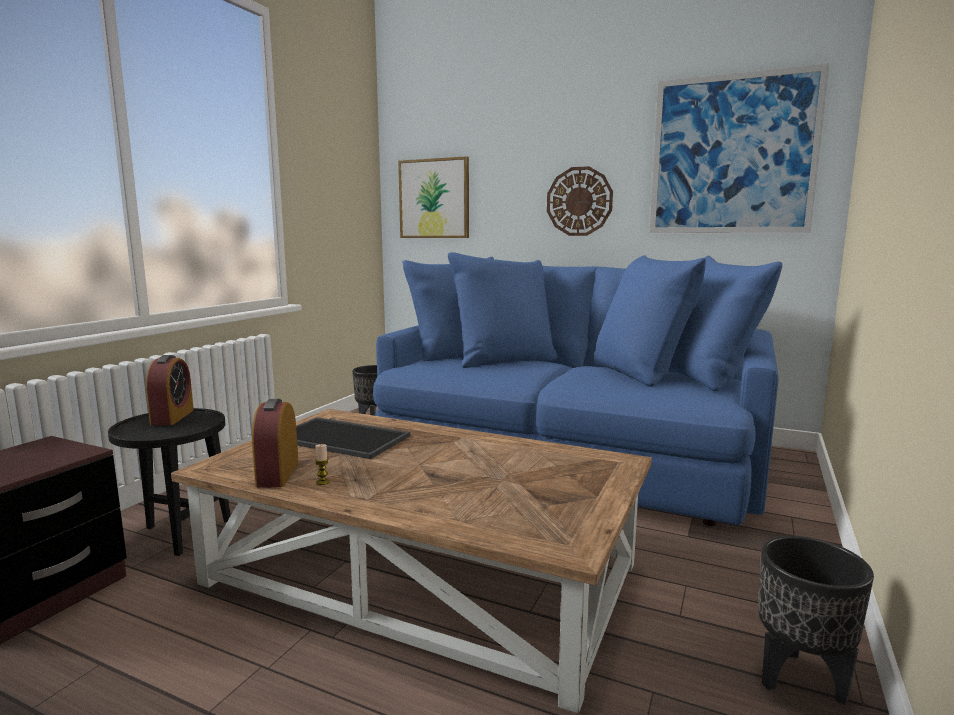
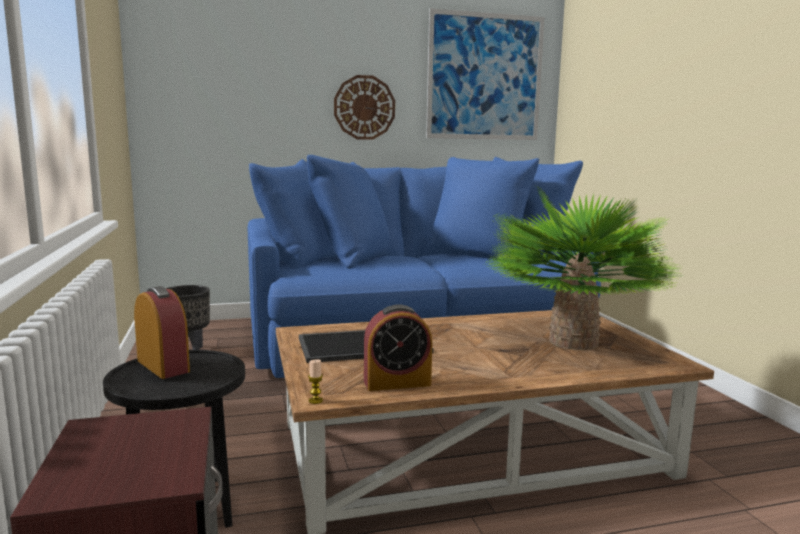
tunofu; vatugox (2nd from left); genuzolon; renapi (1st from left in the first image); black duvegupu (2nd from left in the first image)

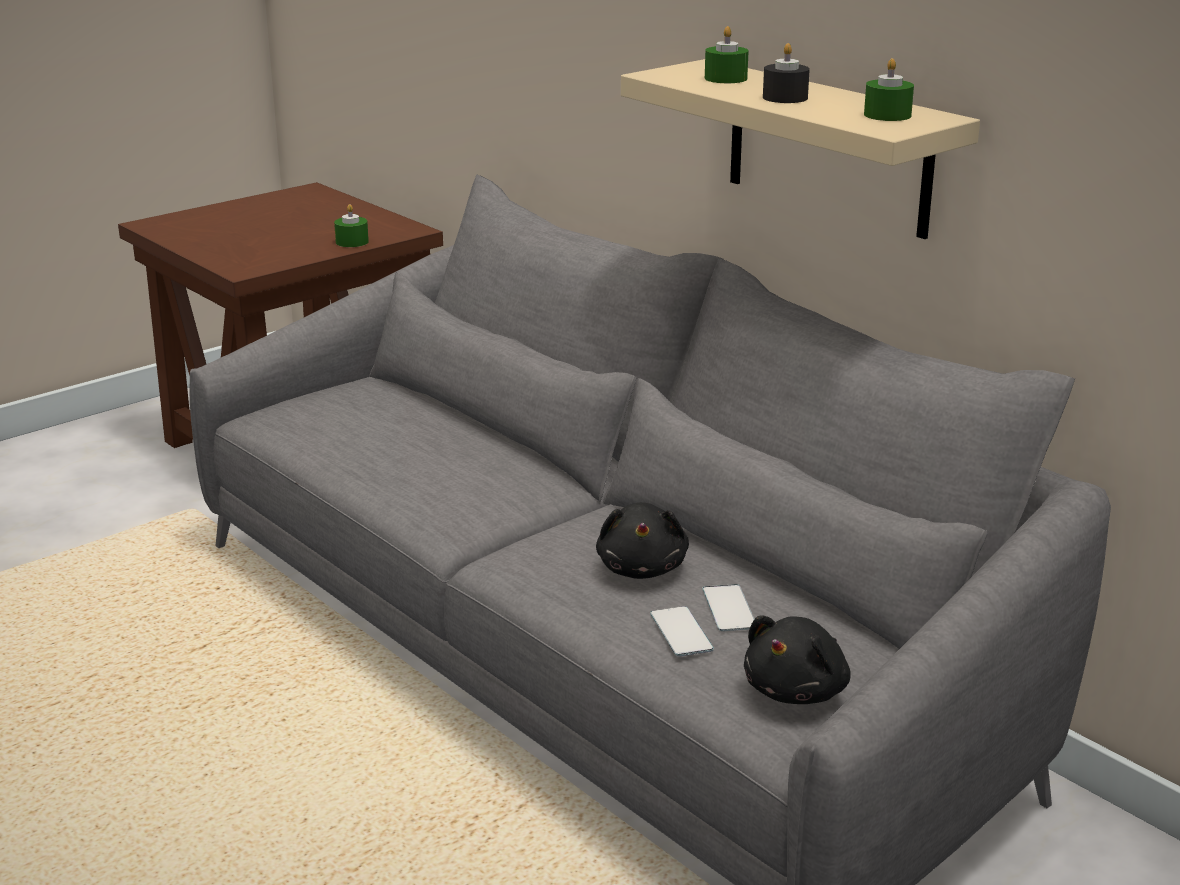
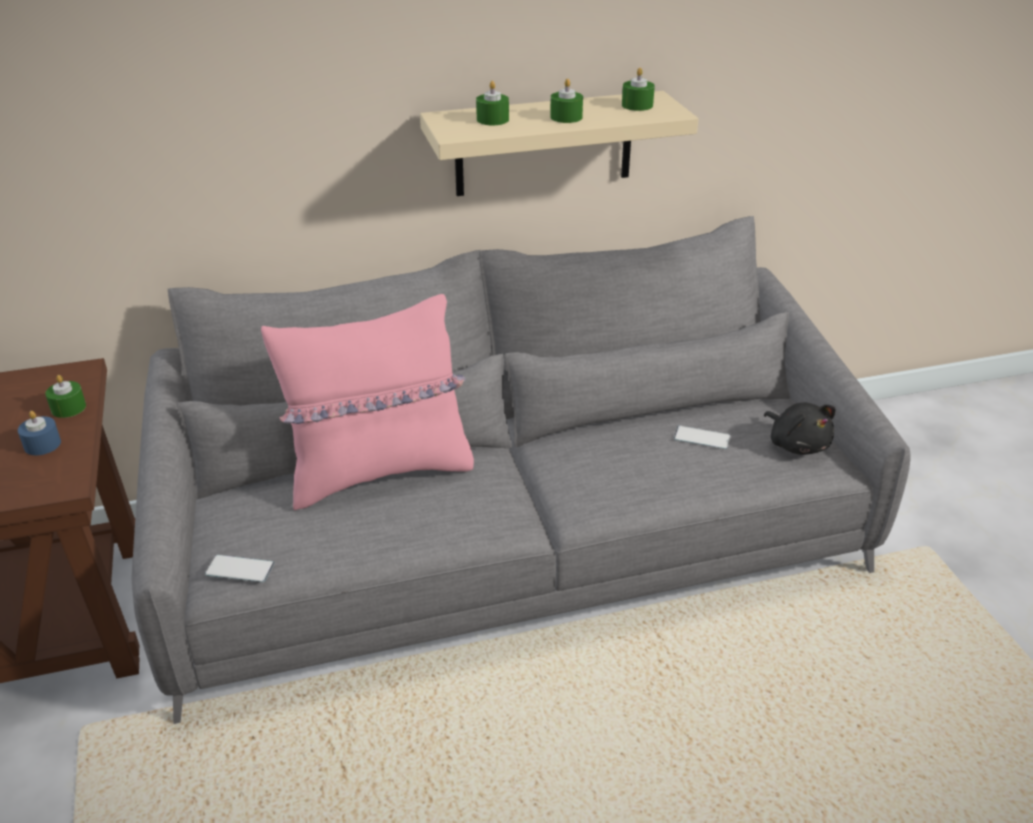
blue tunofu; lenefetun (1st from left); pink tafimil; green tunofu (3rd from left); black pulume (1st from left in the first image)

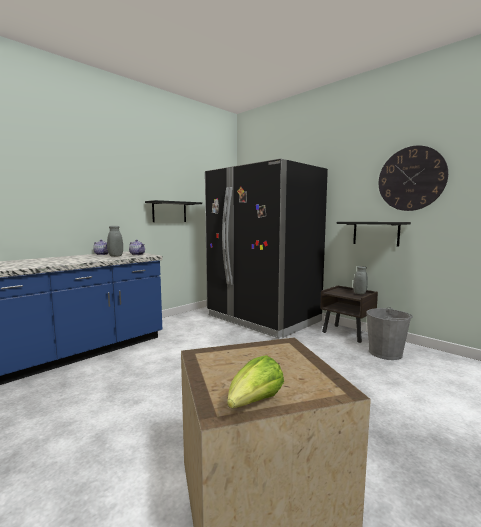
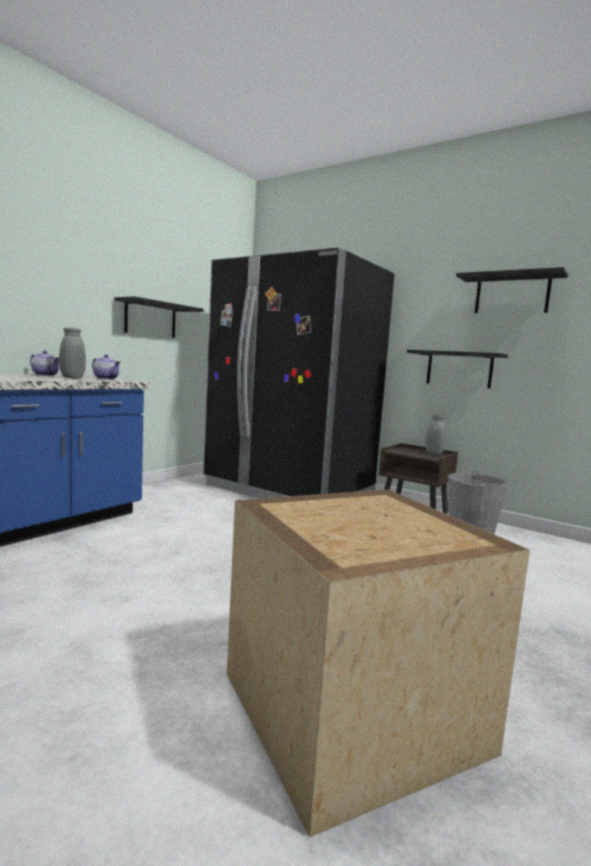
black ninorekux (3rd from left); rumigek

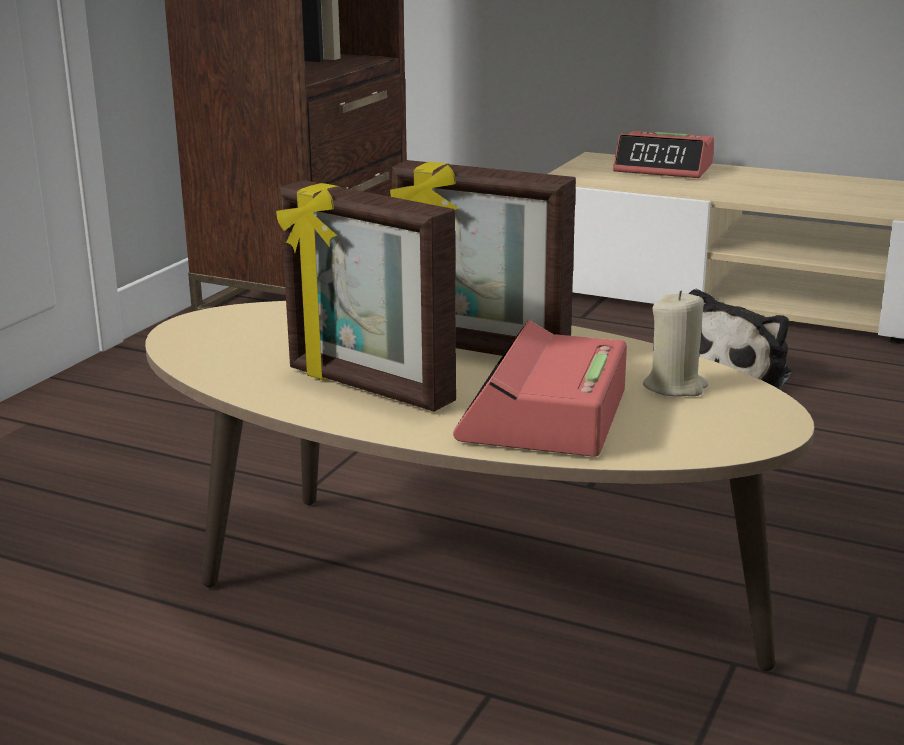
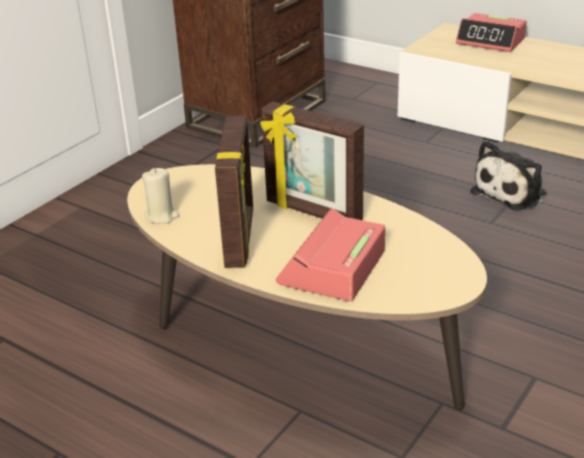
beige tunofu; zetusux (1st from left)

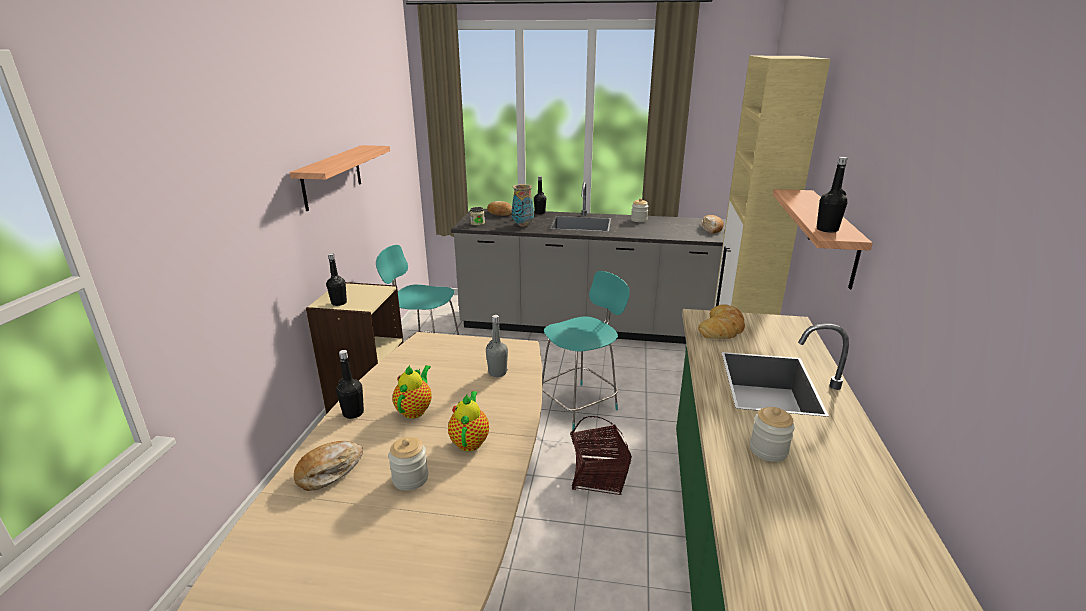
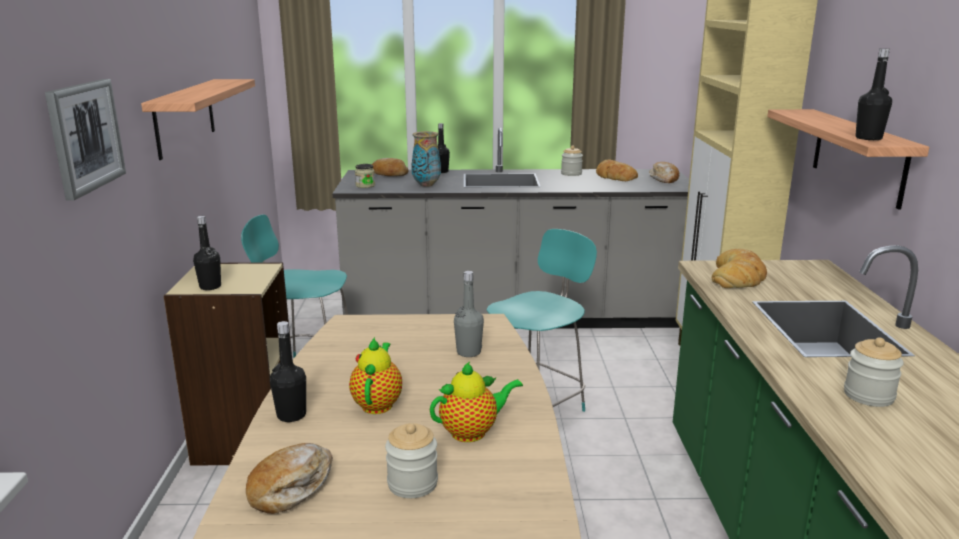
renapi; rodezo (2nd from left); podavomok (3rd from left); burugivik

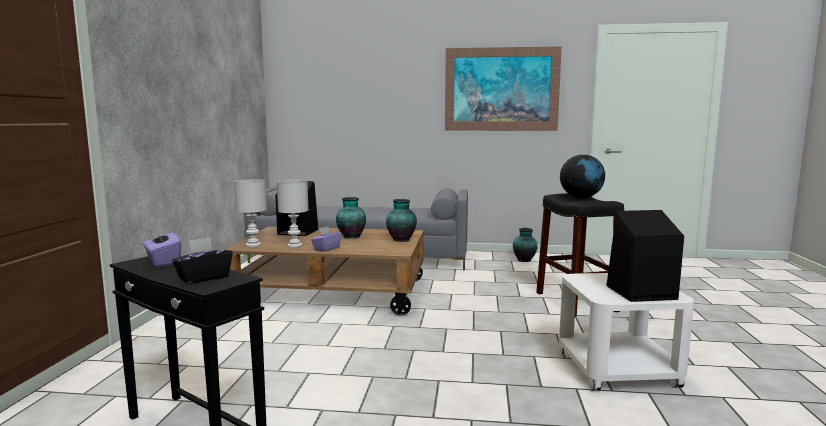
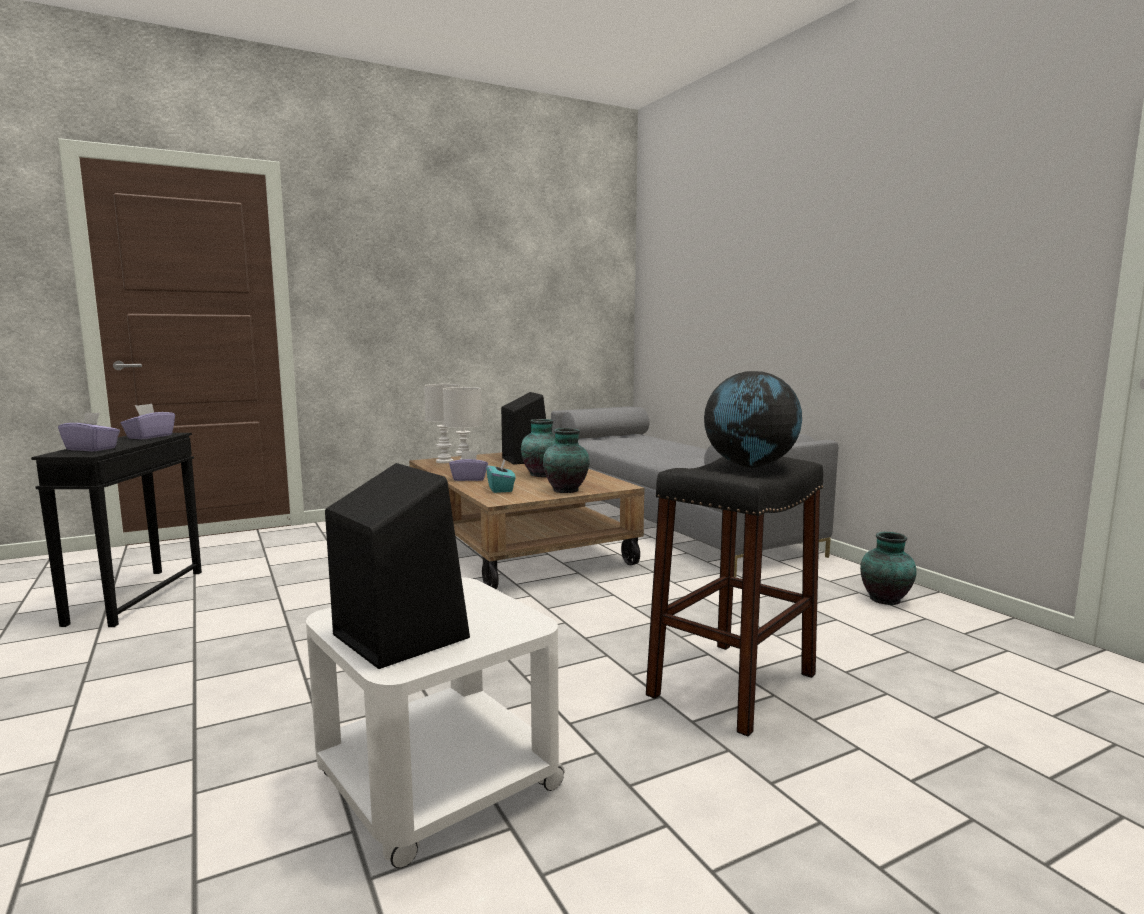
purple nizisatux (1st from left); turquoise nizisatux; renapi

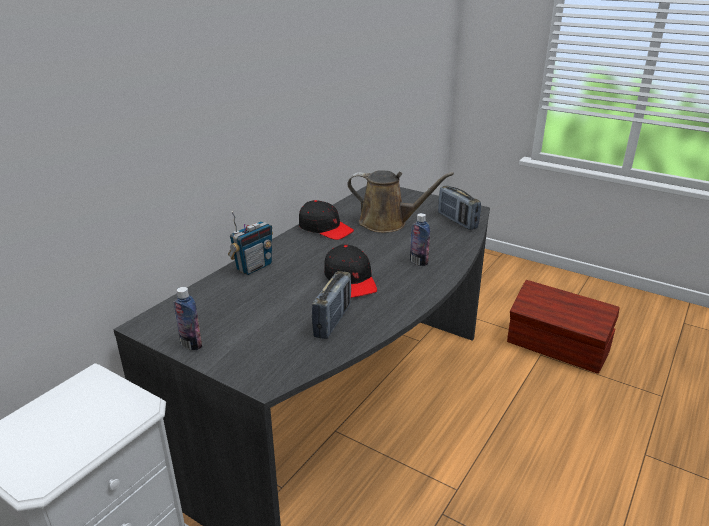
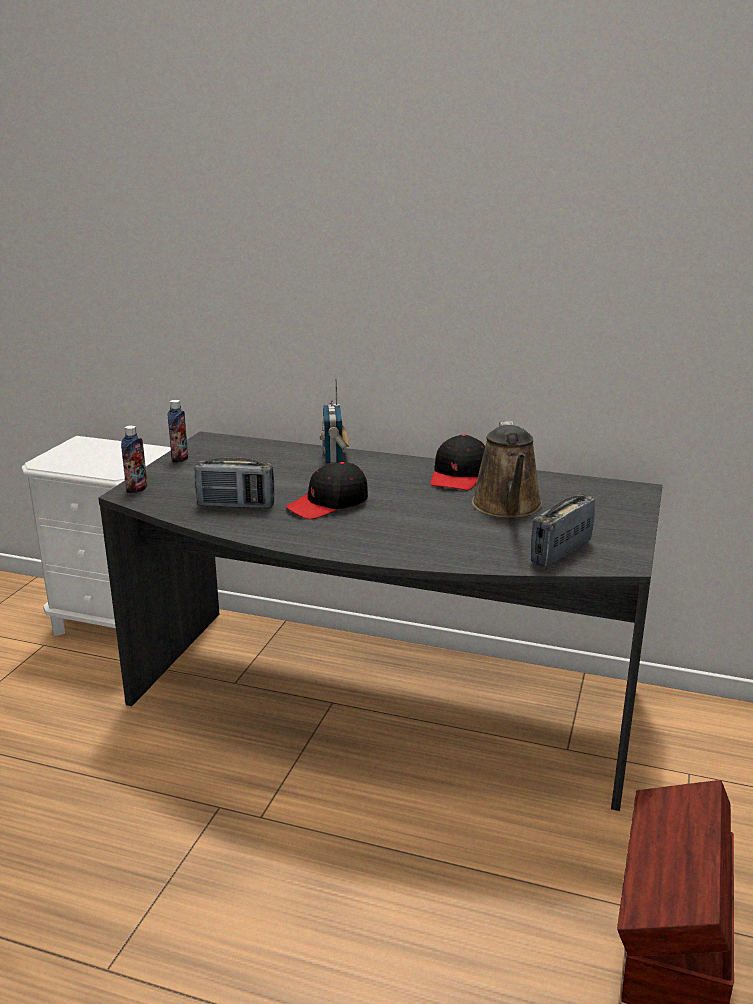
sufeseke (1st from left); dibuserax (2nd from left)

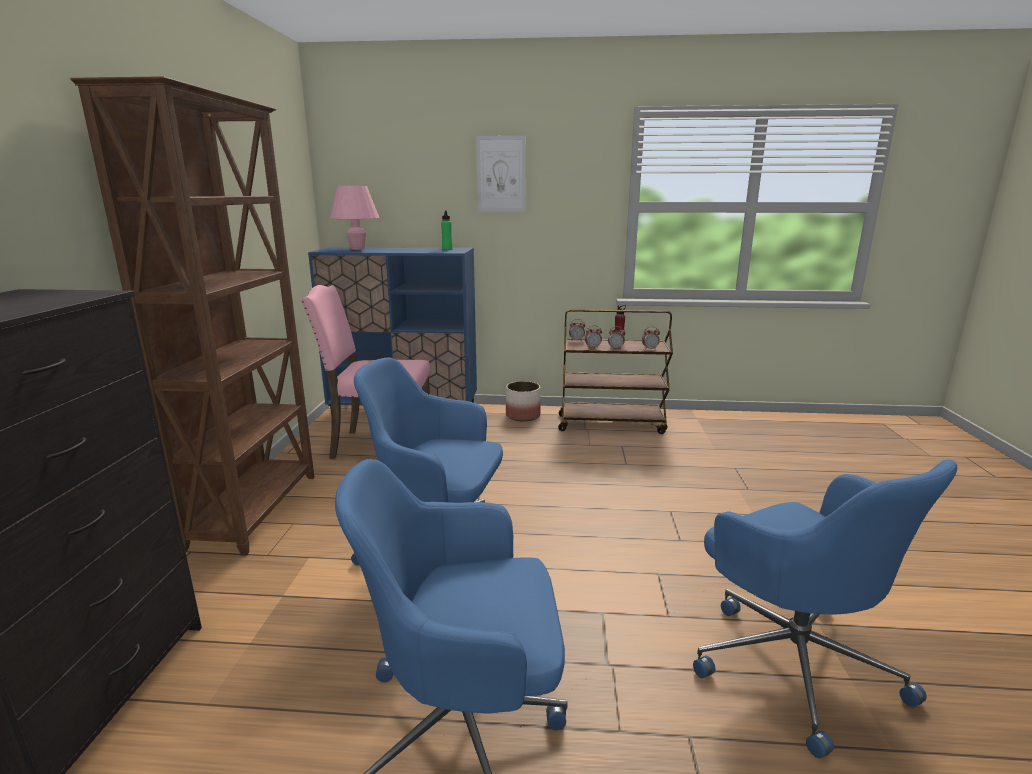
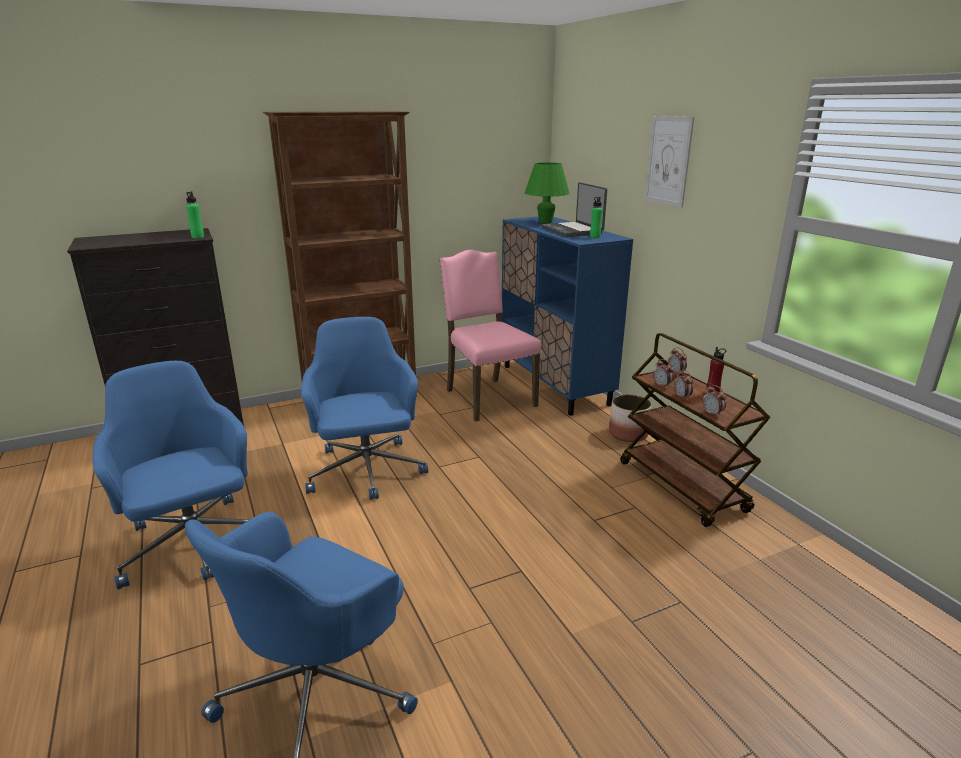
green sufeseke (1st from left); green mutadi; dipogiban

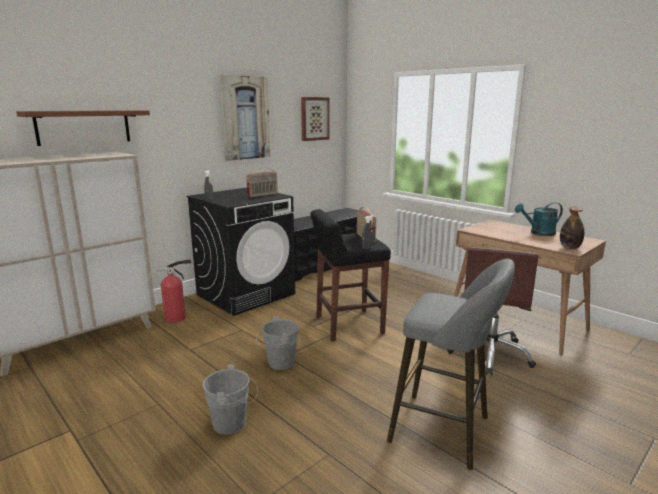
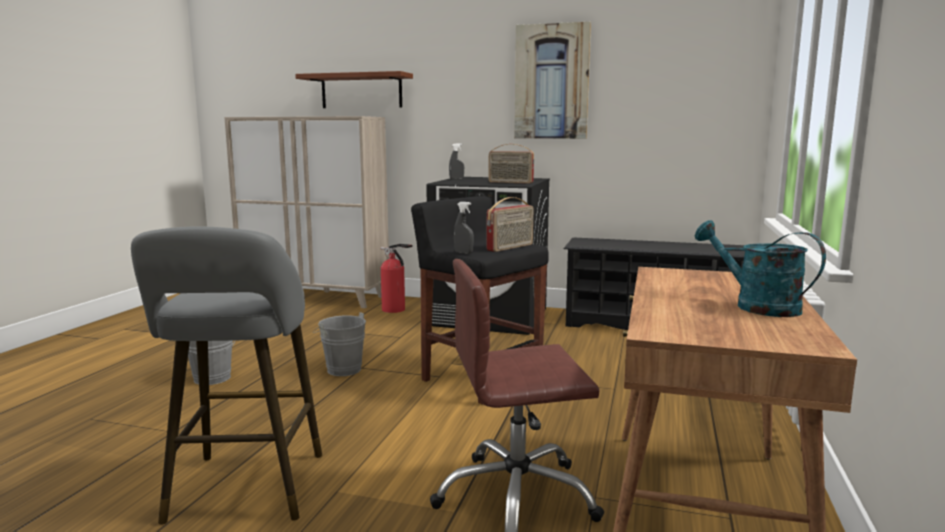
renapi (2nd from left in the first image); sufeseke

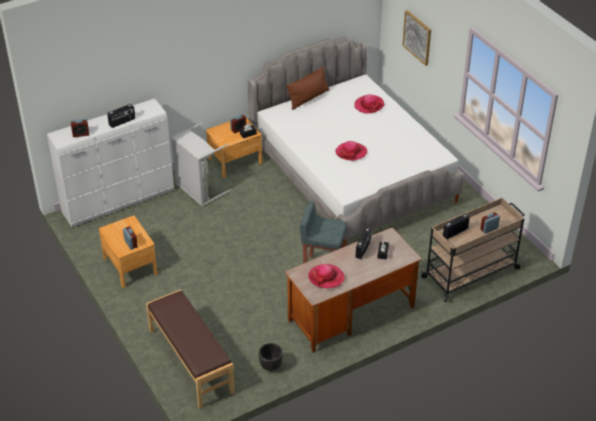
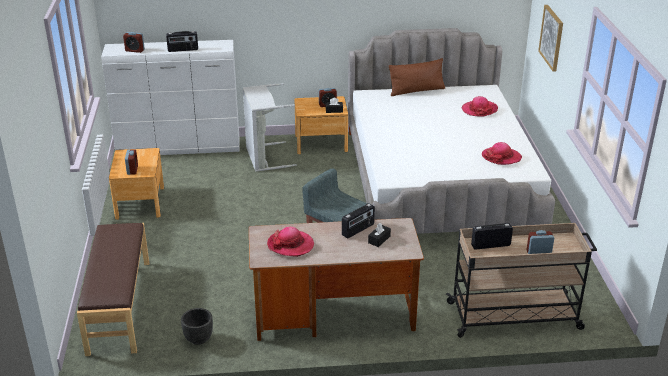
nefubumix (3rd from left)

